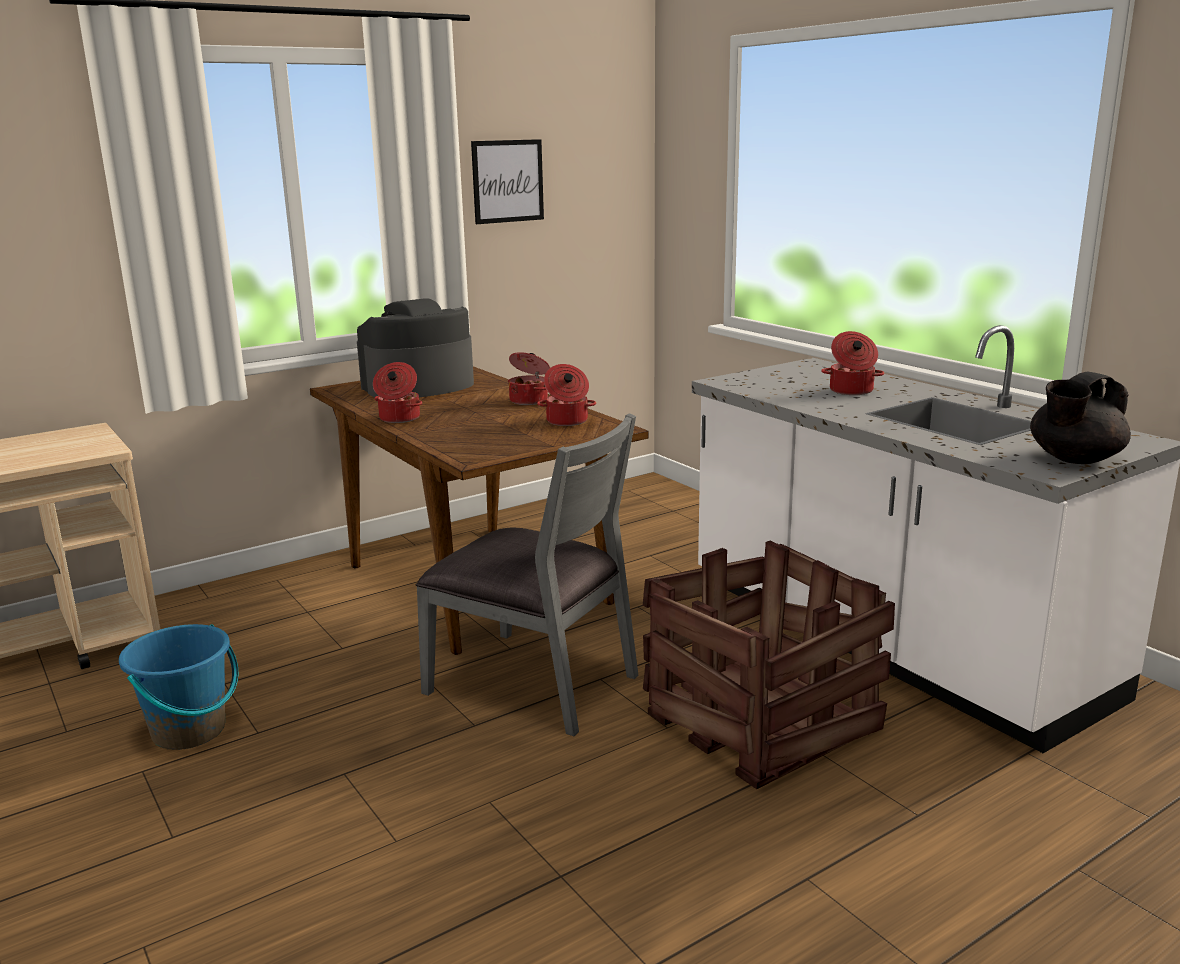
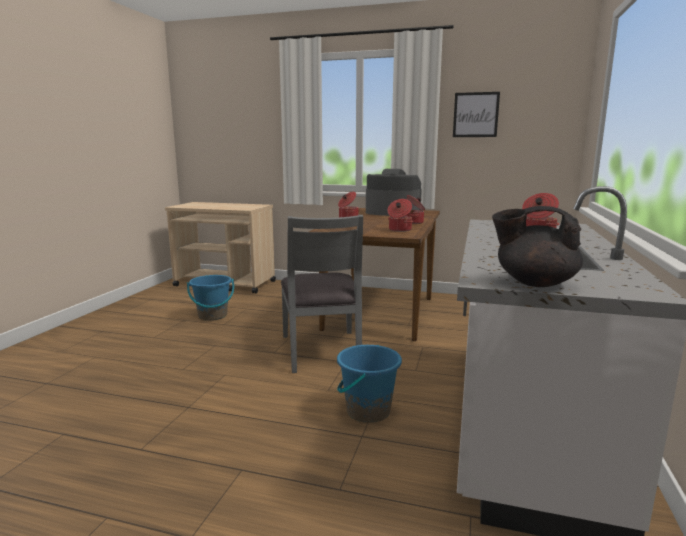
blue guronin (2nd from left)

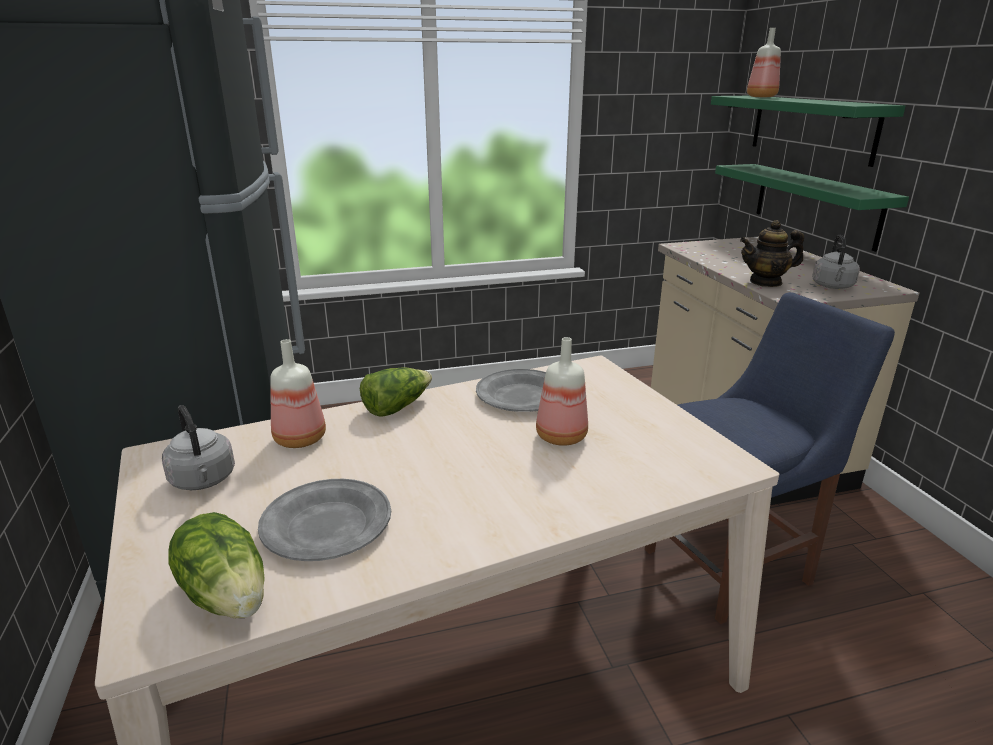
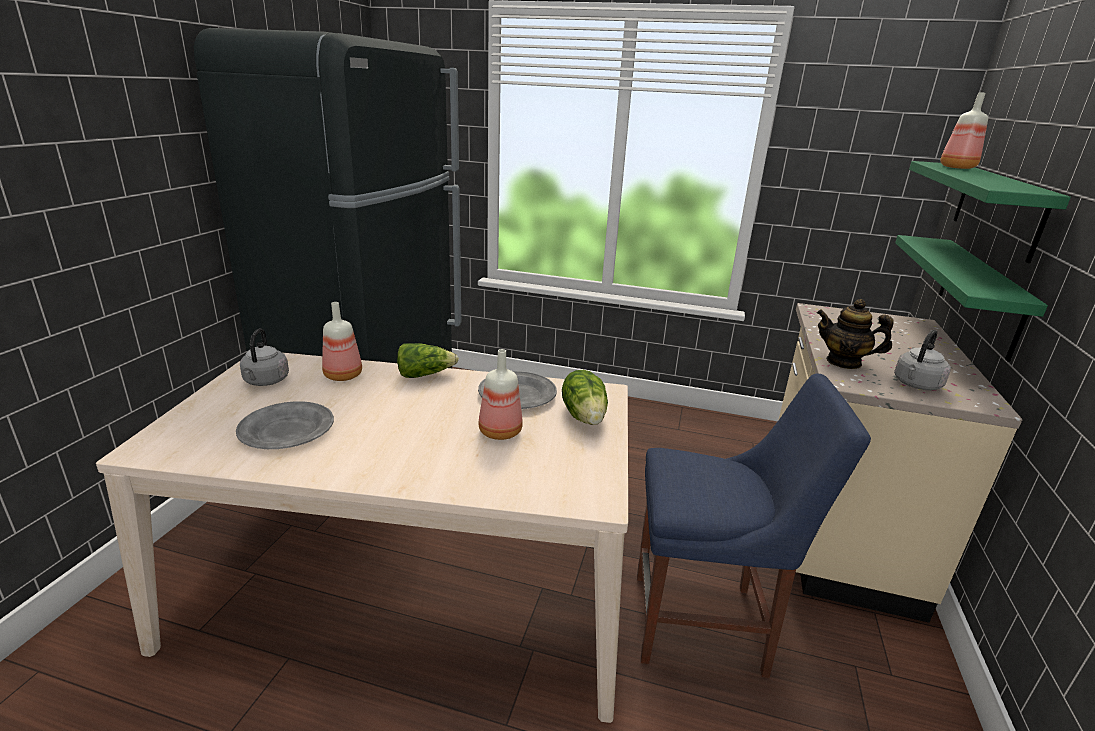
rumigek (2nd from left)

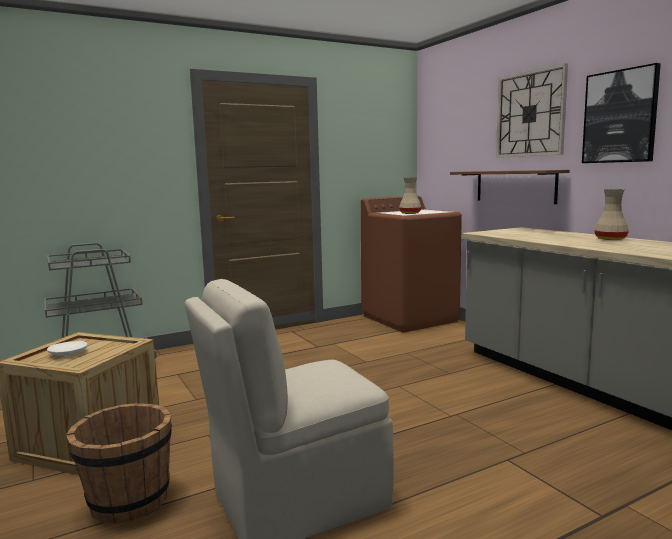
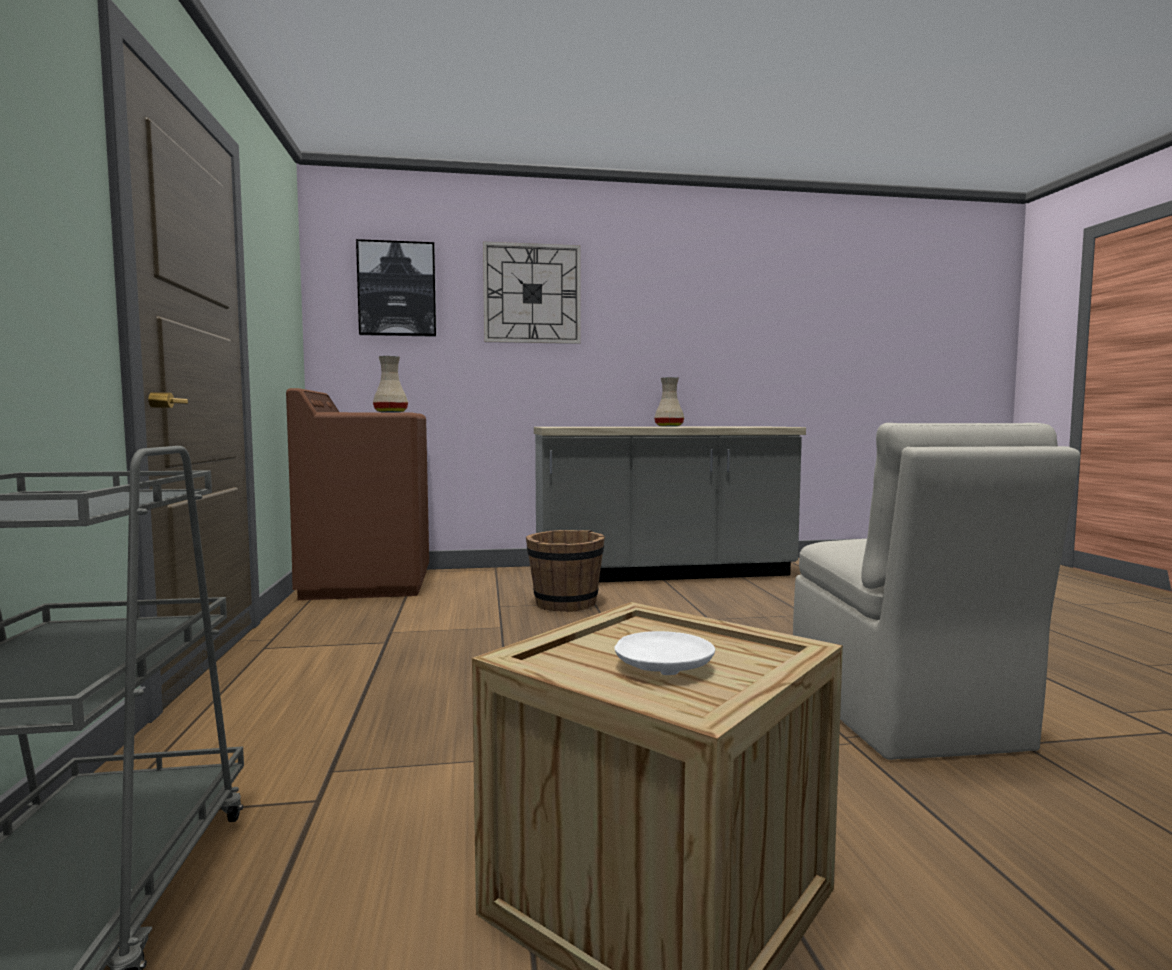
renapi; brown guronin; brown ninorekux

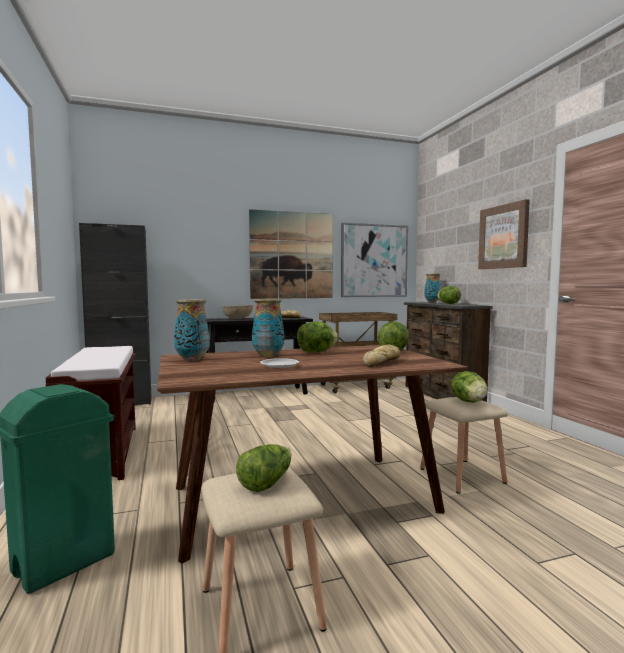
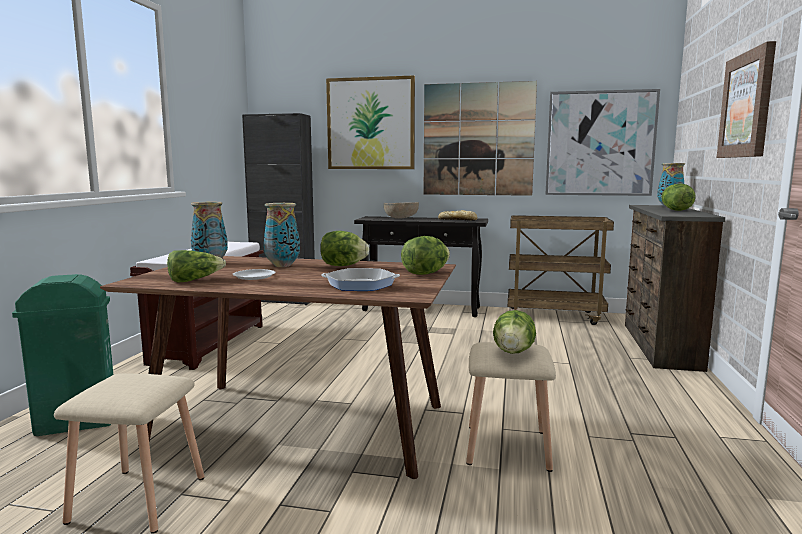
rumigek (1st from left); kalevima; renapi (1st from left)

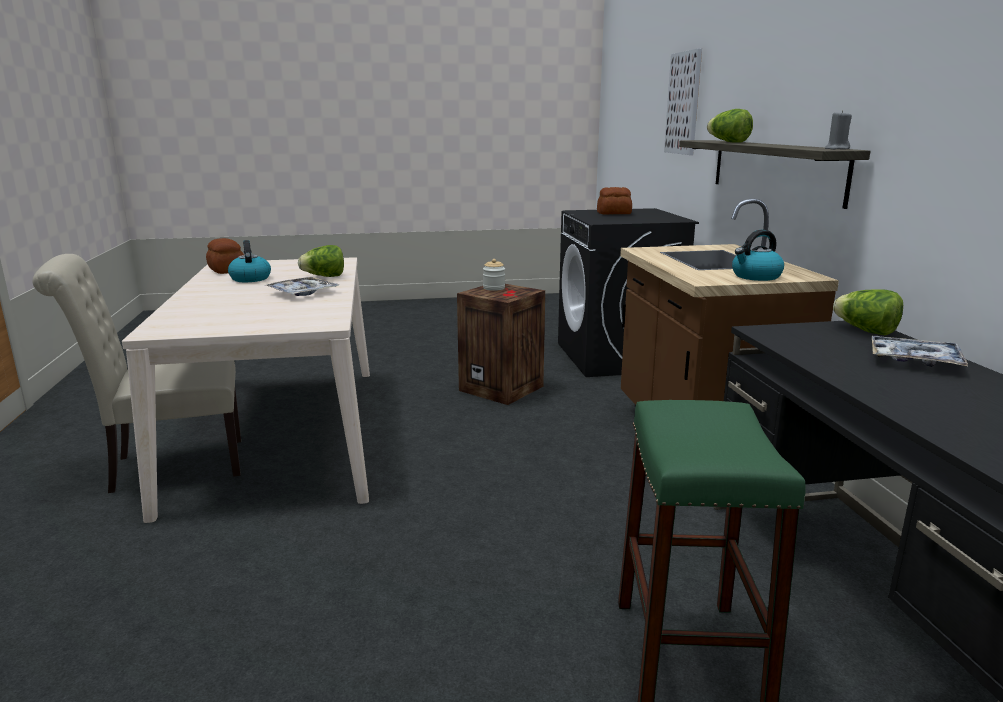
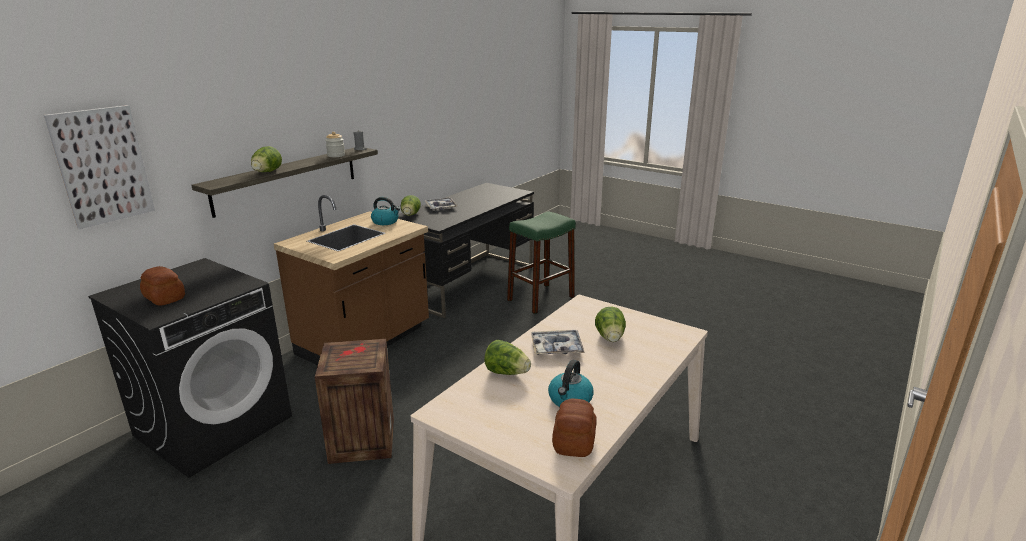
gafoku; rumigek (4th from left); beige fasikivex

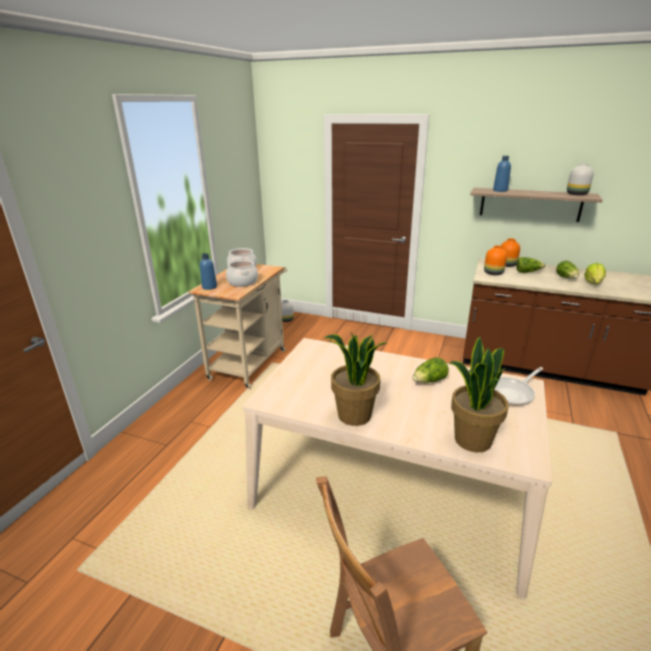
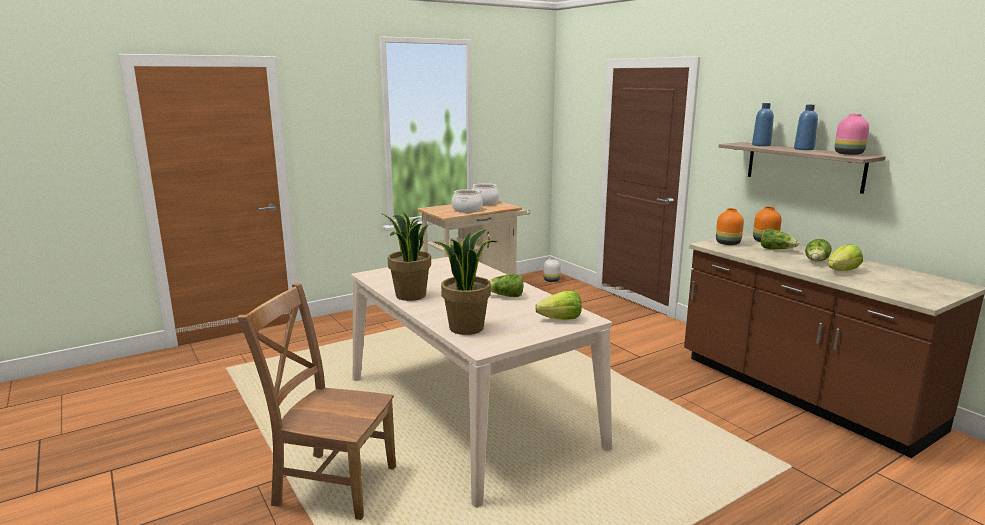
rumigek (2nd from left); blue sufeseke (2nd from left); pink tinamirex

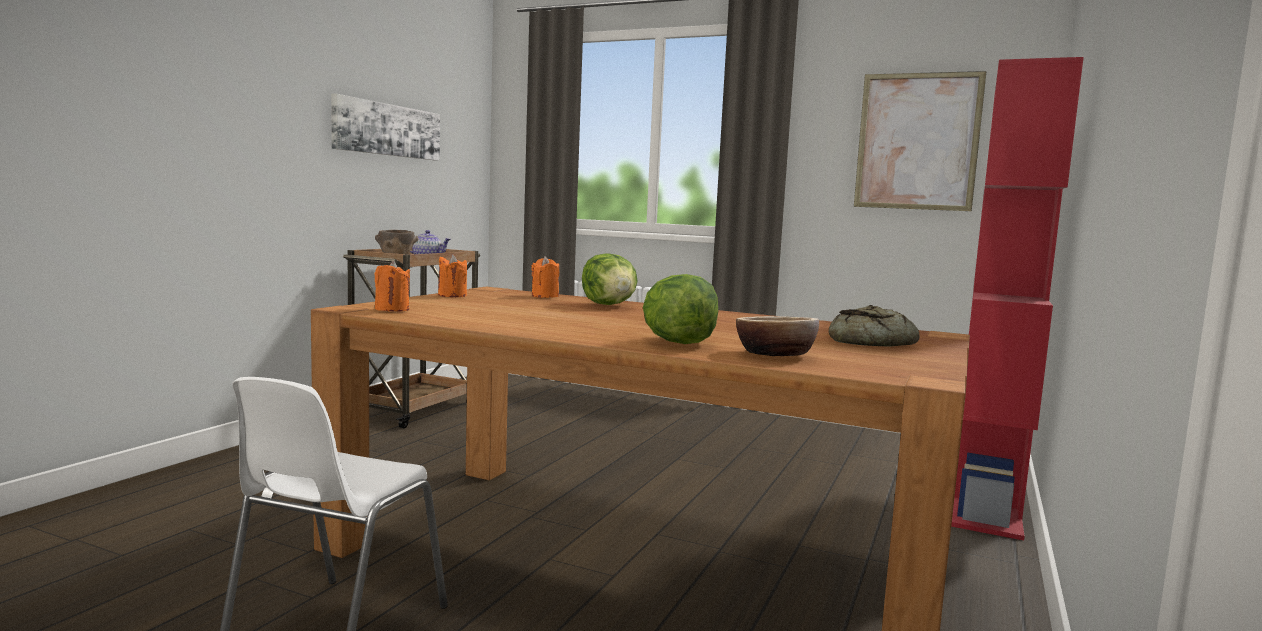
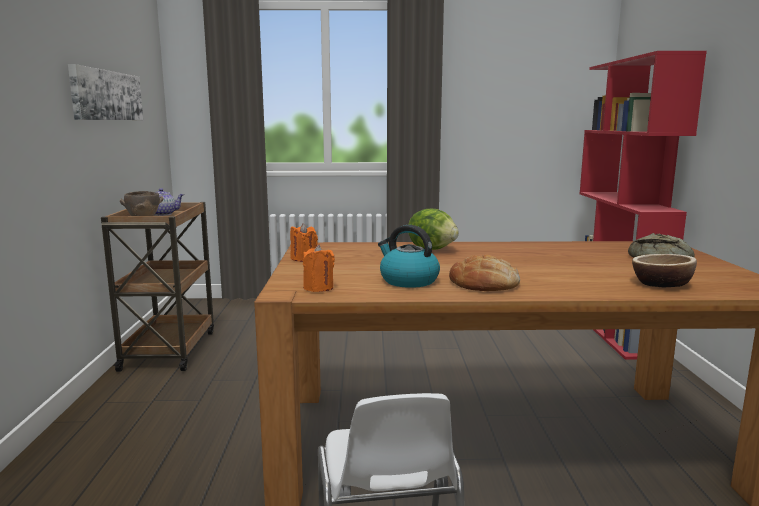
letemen; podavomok (1st from left); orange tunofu (3rd from left in the first image); rumigek (2nd from left in the first image); renapi (2nd from left in the first image)

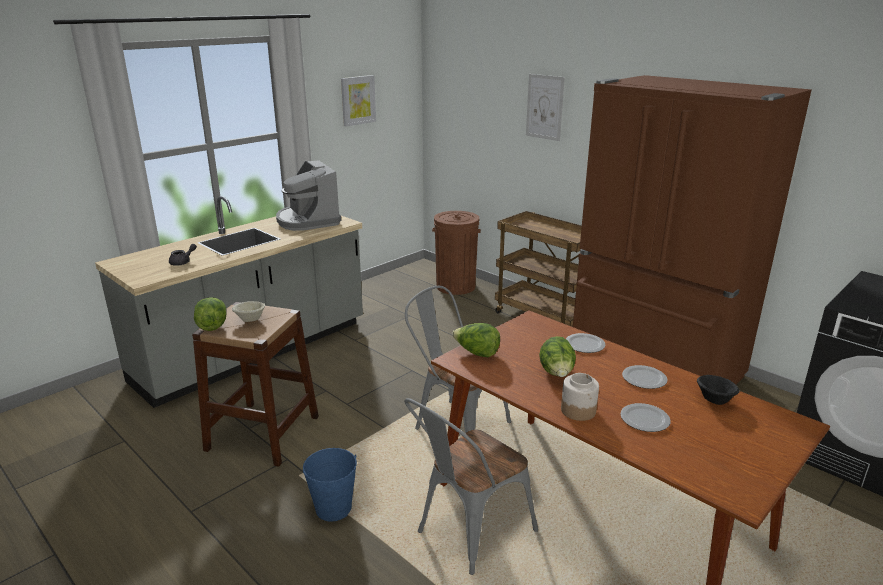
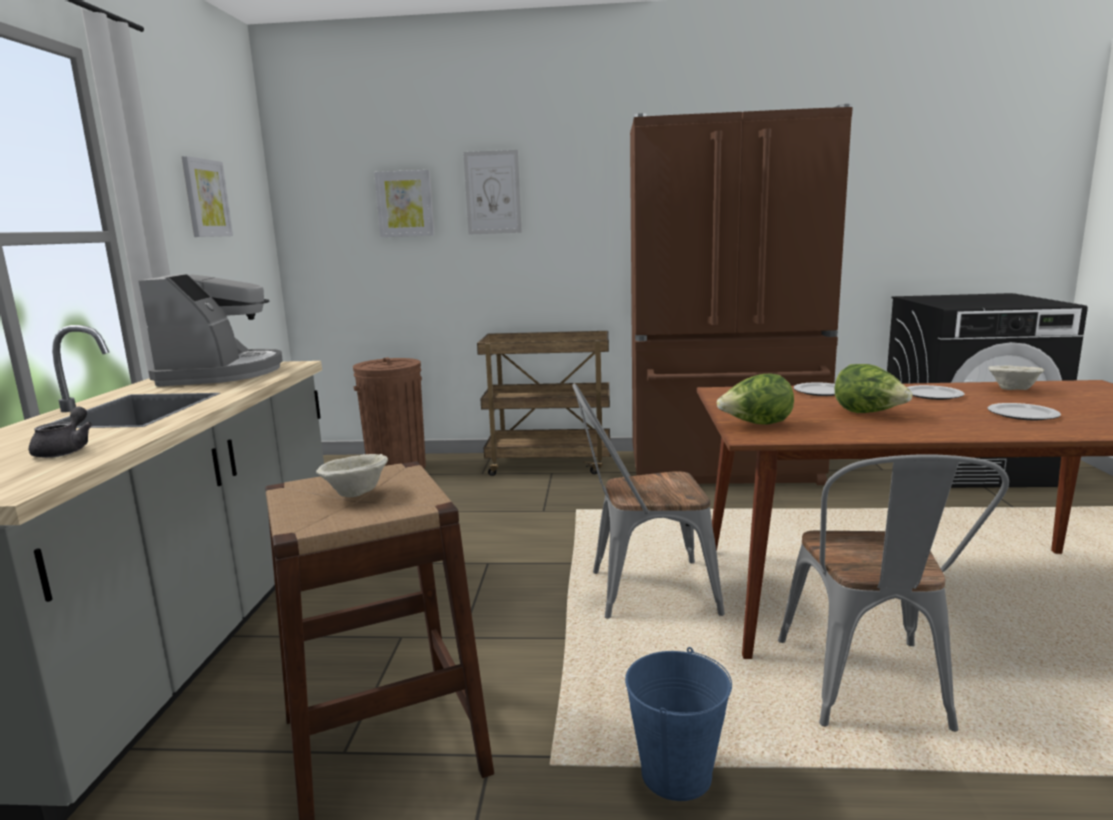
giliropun; renapi (2nd from left); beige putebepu (2nd from left); rumigek (1st from left in the first image); gafoku

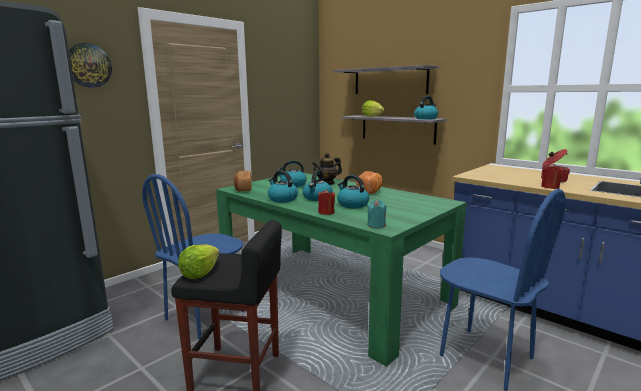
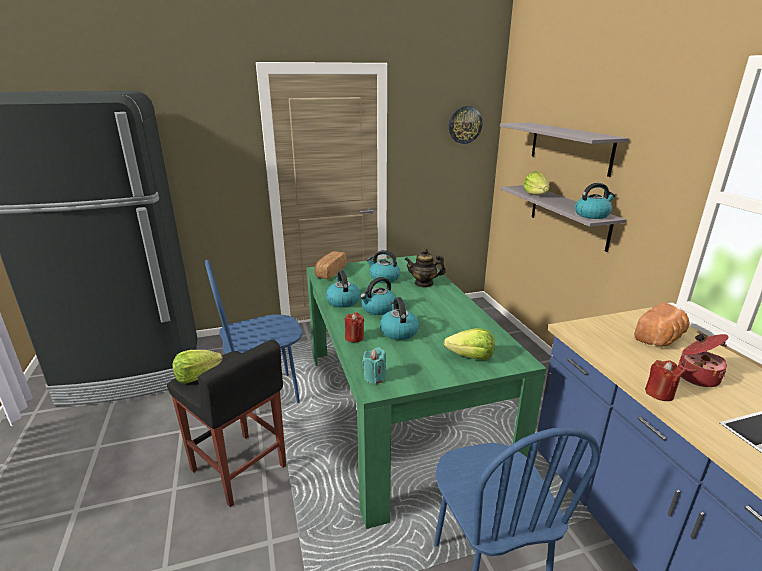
rumigek (2nd from left); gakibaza; podavomok (2nd from left)

